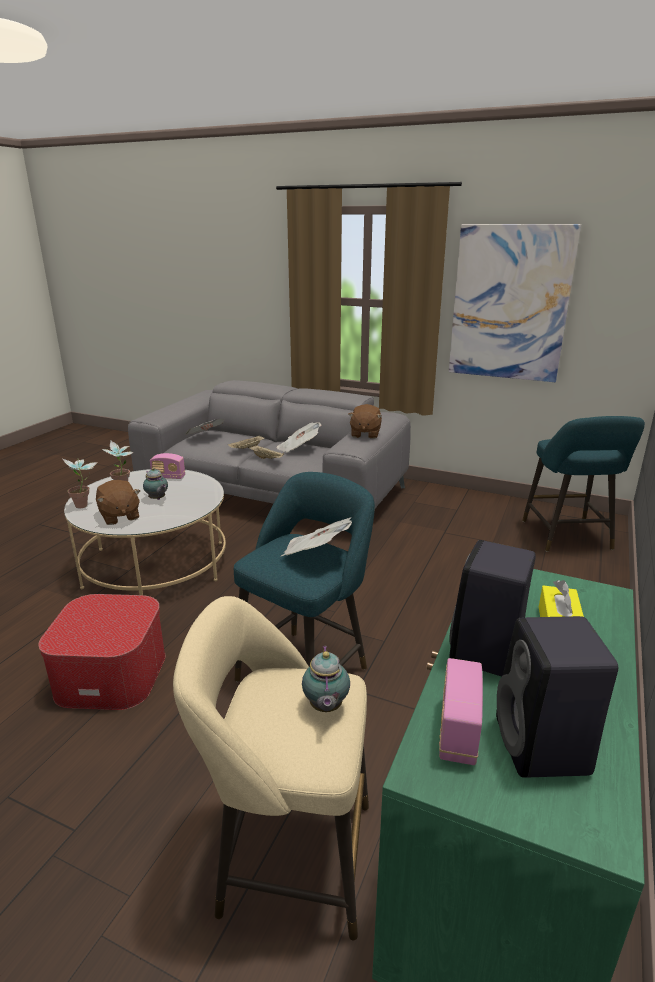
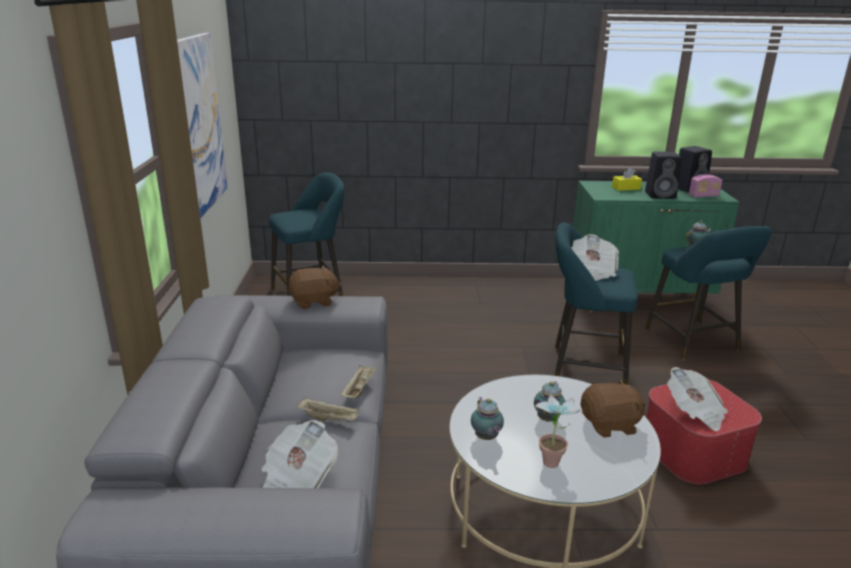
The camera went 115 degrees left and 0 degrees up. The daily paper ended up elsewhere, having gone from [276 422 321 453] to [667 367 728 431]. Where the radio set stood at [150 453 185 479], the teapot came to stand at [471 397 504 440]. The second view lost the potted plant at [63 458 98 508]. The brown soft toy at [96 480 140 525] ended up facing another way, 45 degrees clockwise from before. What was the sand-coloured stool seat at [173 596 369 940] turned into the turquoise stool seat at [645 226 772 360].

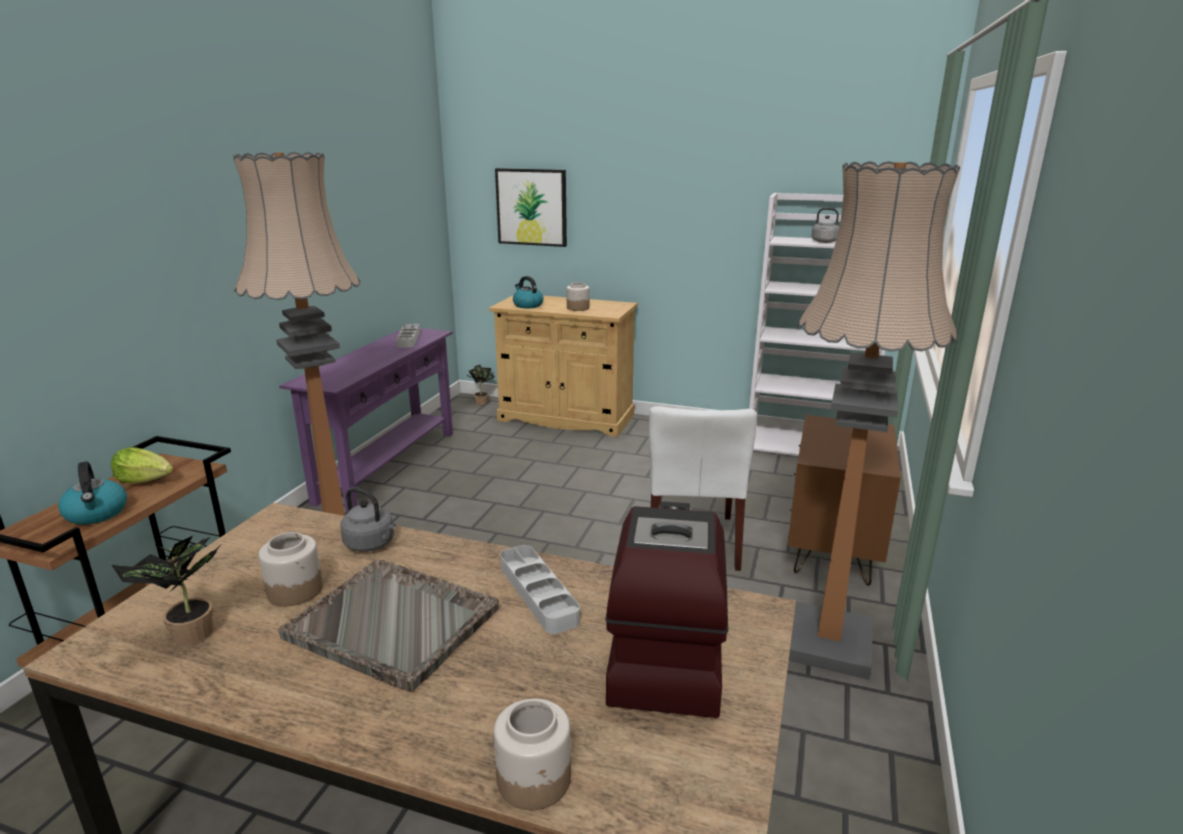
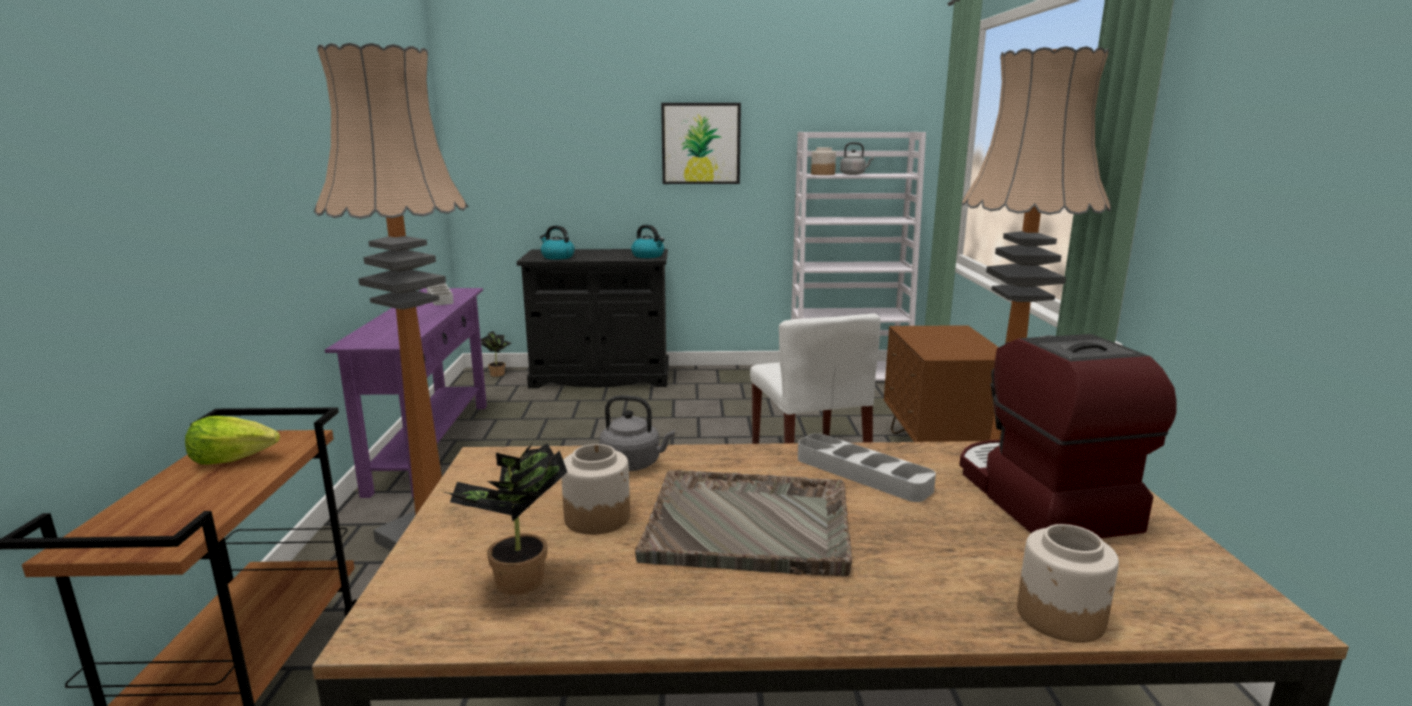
The camera went 20 degrees left and 5 degrees down. The picture ended up elsewhere, having gone from [495 168 567 247] to [661 103 741 184]. The jar ended up elsewhere, having gone from [566 282 589 311] to [811 147 836 175]. What was the sand-coloured cabinet at [489 295 638 437] turned into the black-coloured cabinet at [517 249 669 388]. The kettle ended up elsewhere, having gone from [58 461 127 525] to [631 224 664 258].

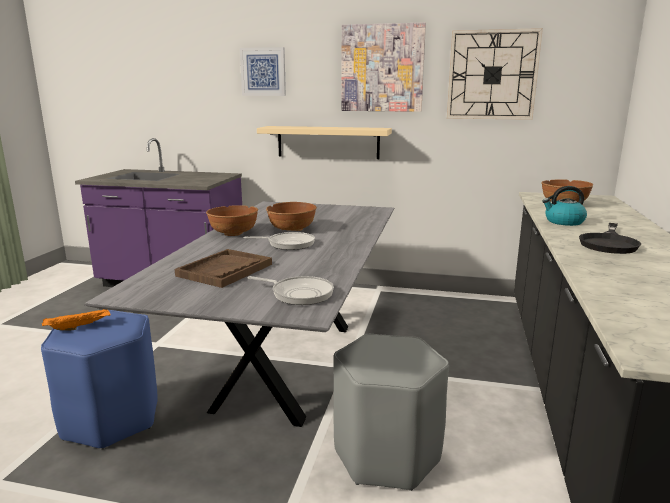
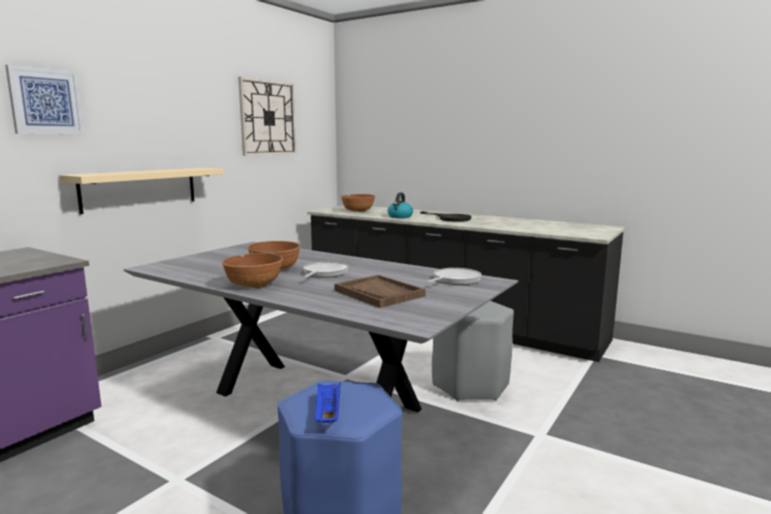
The camera went 70 degrees left and 5 degrees down. The second view lost the picture at [341 22 426 112]. What was the orange tray at [42 309 110 331] turned into the blue-coloured tray at [315 382 341 423].

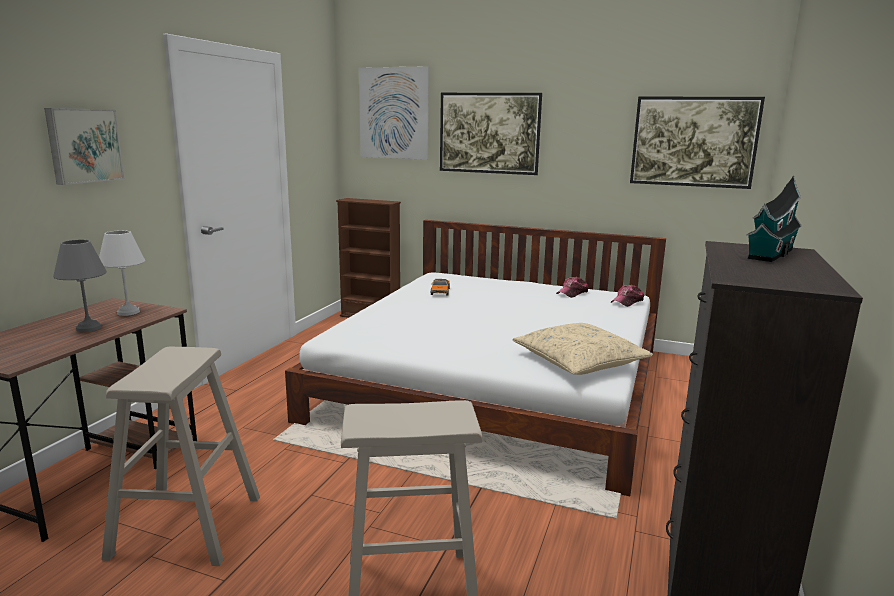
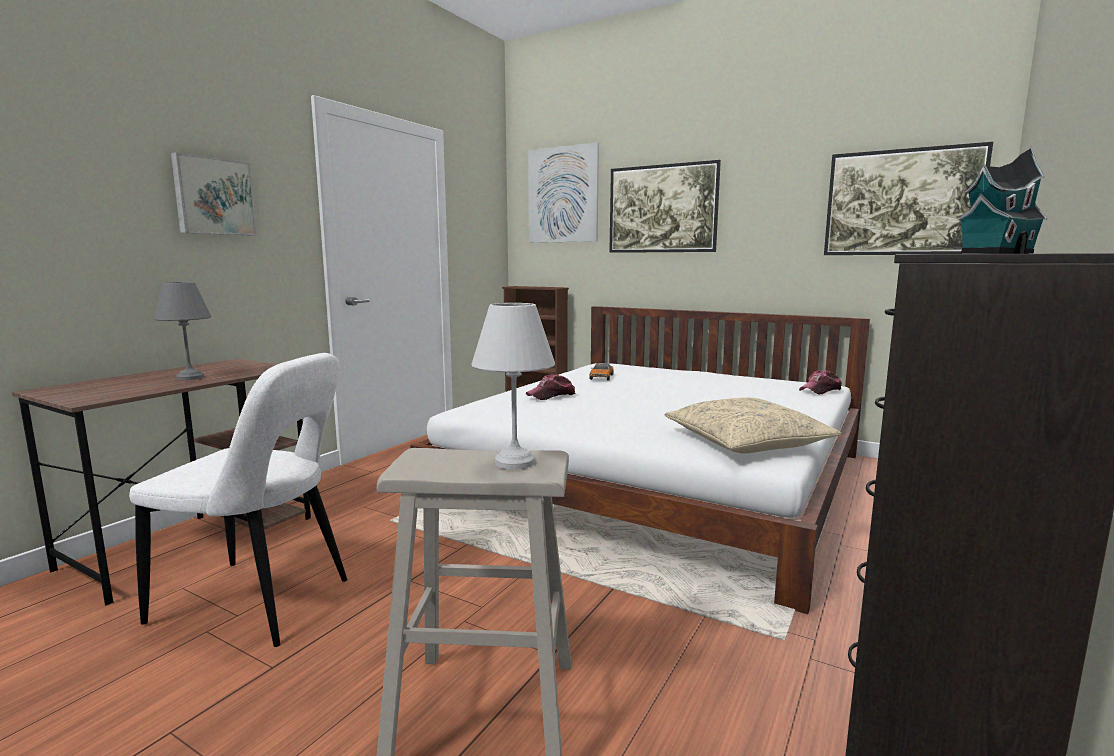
The camera went 10 degrees right and 5 degrees down. The white-coloured table lamp ended up elsewhere, having gone from [99 230 145 316] to [471 303 555 469]. The cap ended up elsewhere, having gone from [556 277 588 298] to [526 374 576 400]. Where the sand-coloured stool seat stood at [101 347 260 566], the white-coloured upright chair came to stand at [129 353 347 647].

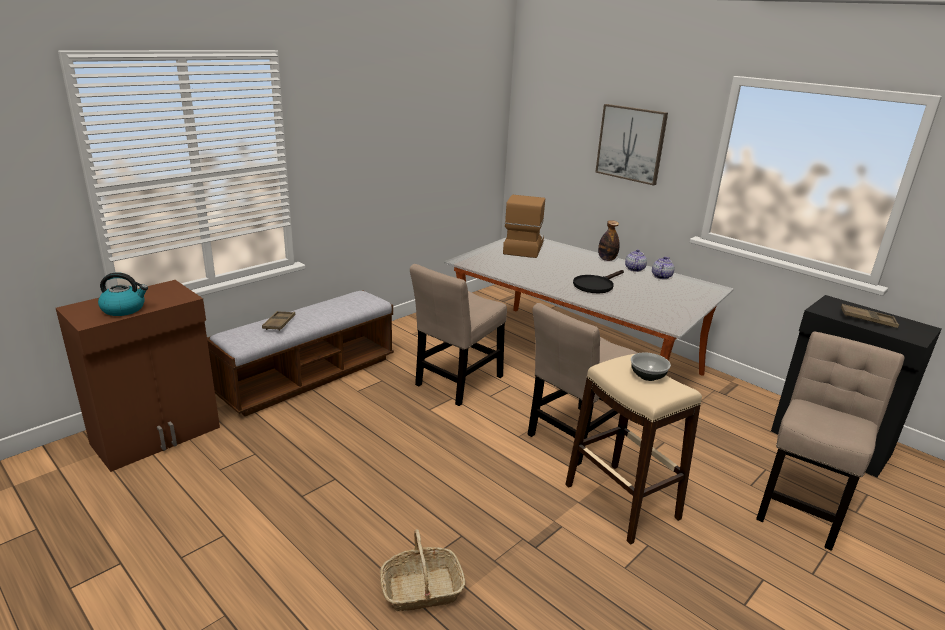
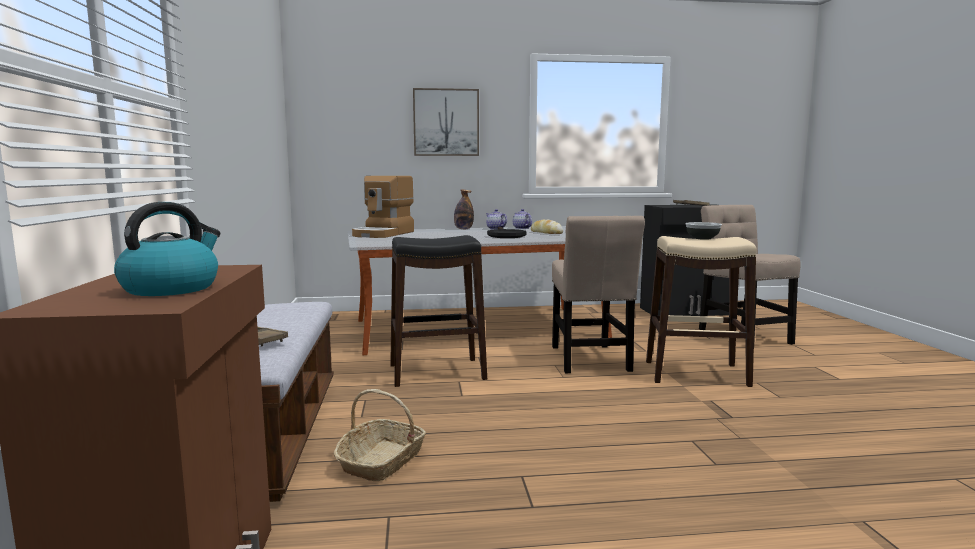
The camera went 50 degrees left and 15 degrees down. The coffee maker at [503 195 545 258] ended up facing another way, 120 degrees counterclockwise from before. Where the sand-coloured upright chair stood at [410 264 507 406], the black-coloured stool seat came to stand at [390 235 487 387]. The storage basket ended up elsewhere, having gone from [380 529 465 611] to [333 389 426 481]. The second view gained the bread at [531 220 563 234].

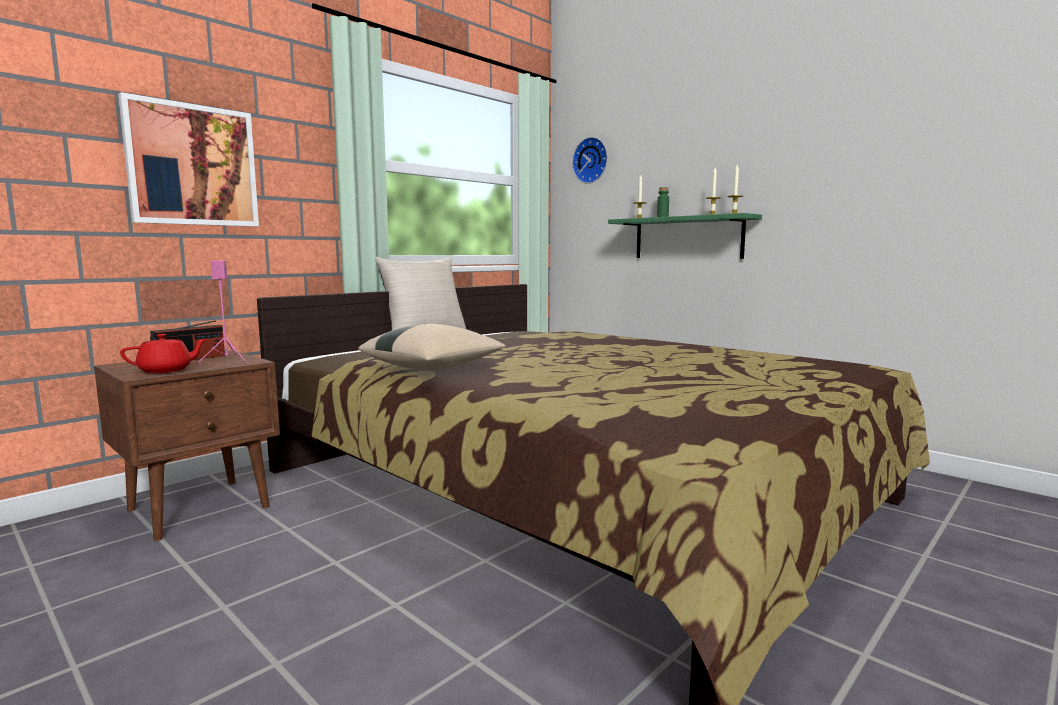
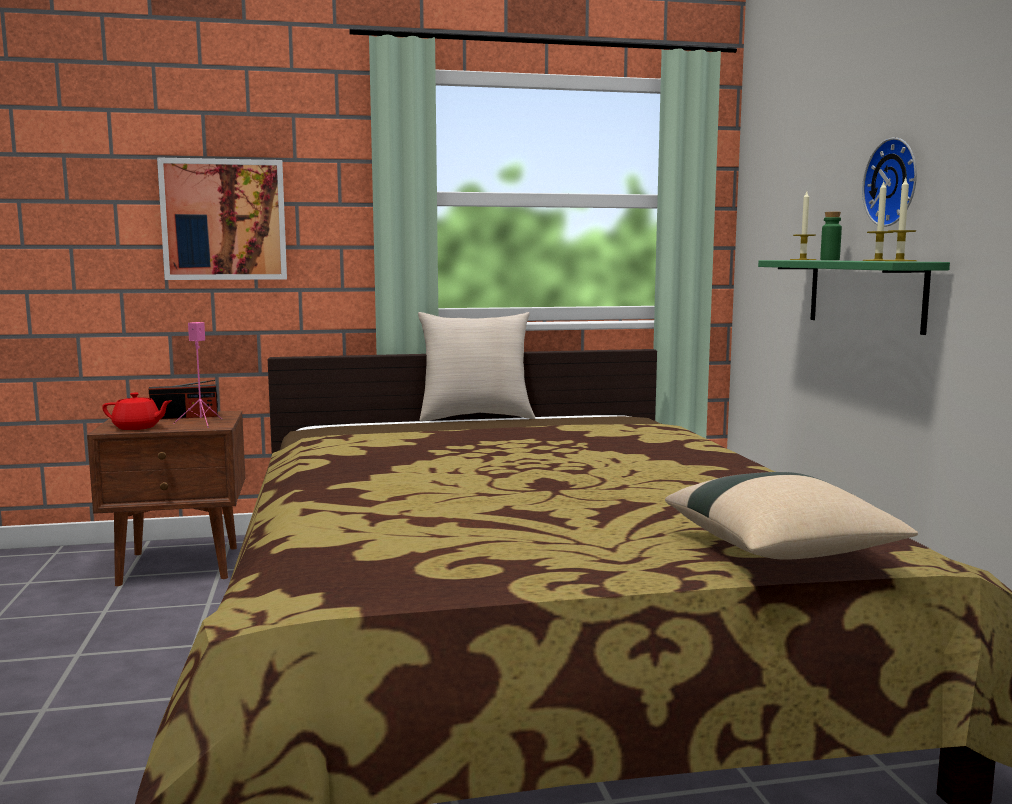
The camera went 35 degrees right and 0 degrees up. The wall clock ended up elsewhere, having gone from [572 137 608 184] to [862 137 917 227]. The sand-coloured throw pillow ended up elsewhere, having gone from [359 324 506 370] to [665 472 918 560].

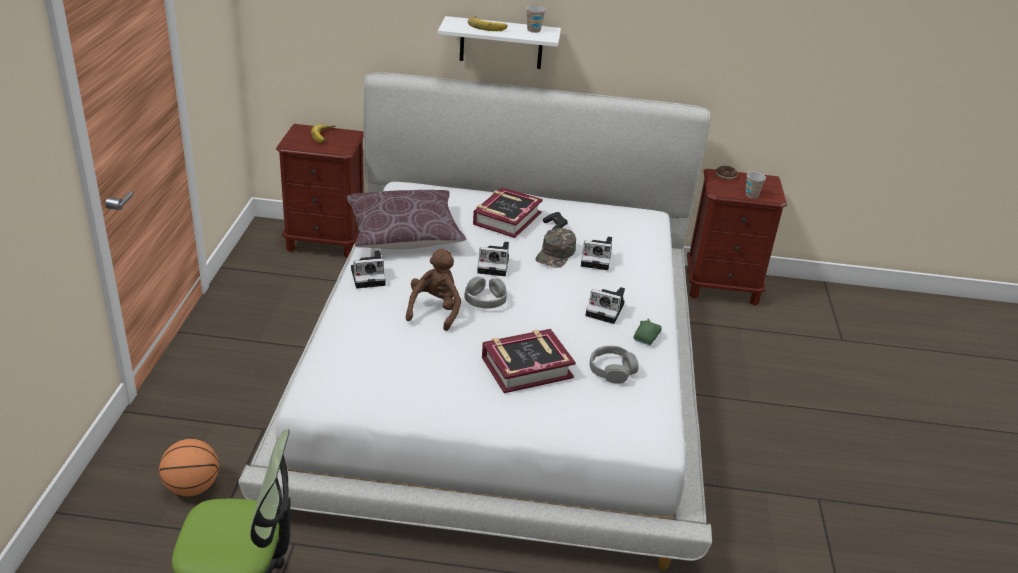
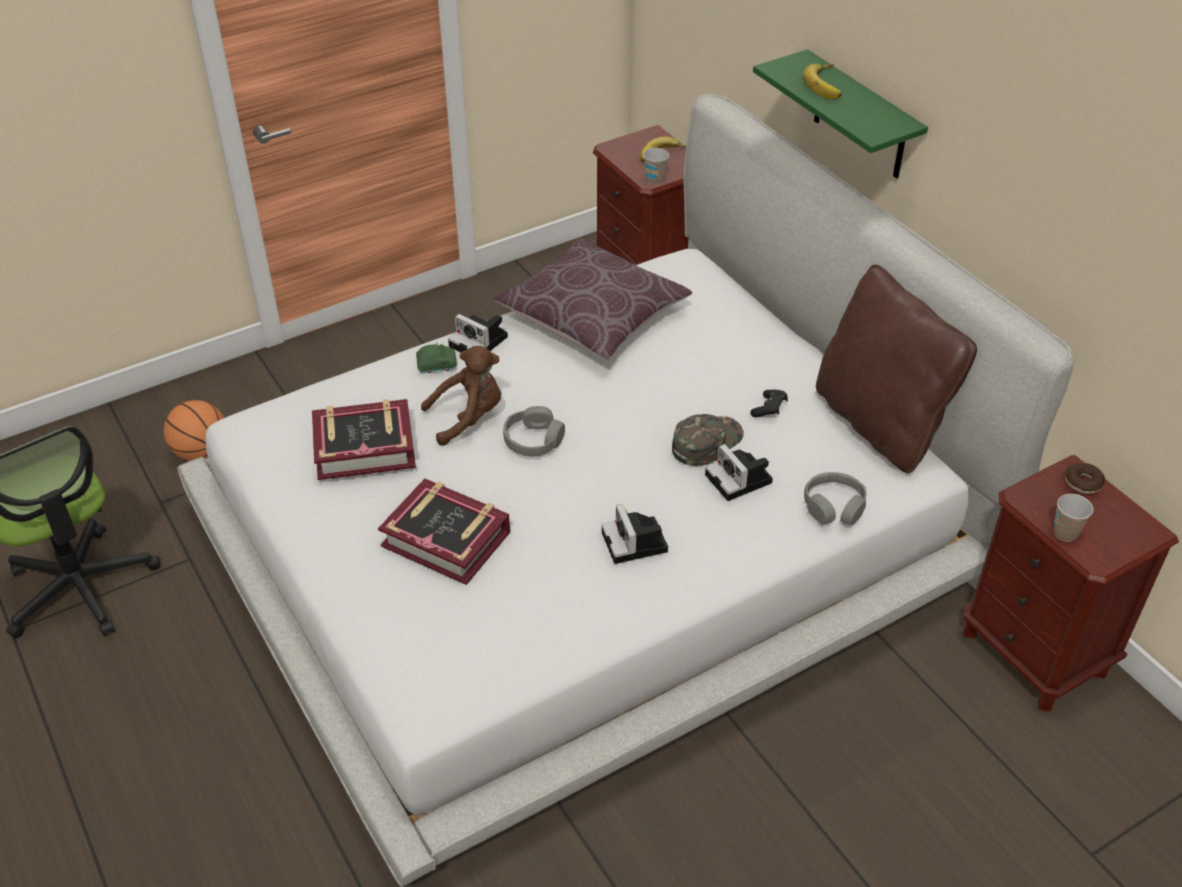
The camera went 55 degrees right and 10 degrees up. The small cup ended up elsewhere, having gone from [526 5 546 33] to [644 148 669 185]. What was the white-coloured wall shelf at [438 16 561 69] turned into the green-coloured wall shelf at [753 49 928 179]. The book ended up elsewhere, having gone from [473 187 543 238] to [312 399 416 480]. The green-coloured cap at [535 228 576 268] ended up facing another way, 150 degrees clockwise from before. The second view lost the photo camera at [477 242 509 276]. The green-coloured model car ended up elsewhere, having gone from [633 318 662 345] to [416 343 457 373]. The gray pair of headphones ended up elsewhere, having gone from [590 346 639 384] to [804 472 867 525]. The second view gained the brown throw pillow at [816 264 977 473].

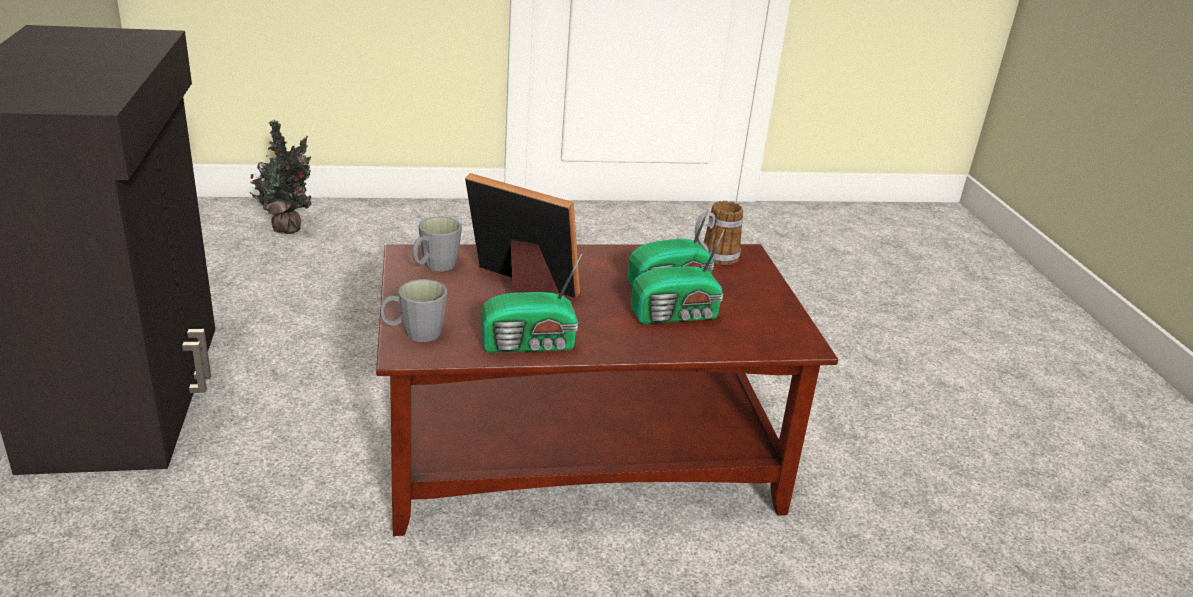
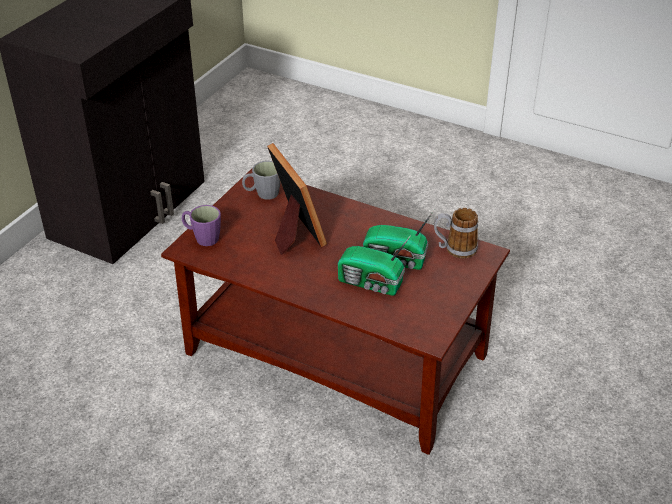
The camera went 40 degrees right and 10 degrees up. The second view lost the potted plant at [249 120 311 234]. The second view lost the radio set at [481 254 582 353]. What was the gray coffee mug at [380 279 447 342] turned into the purple coffee mug at [182 205 221 246].

